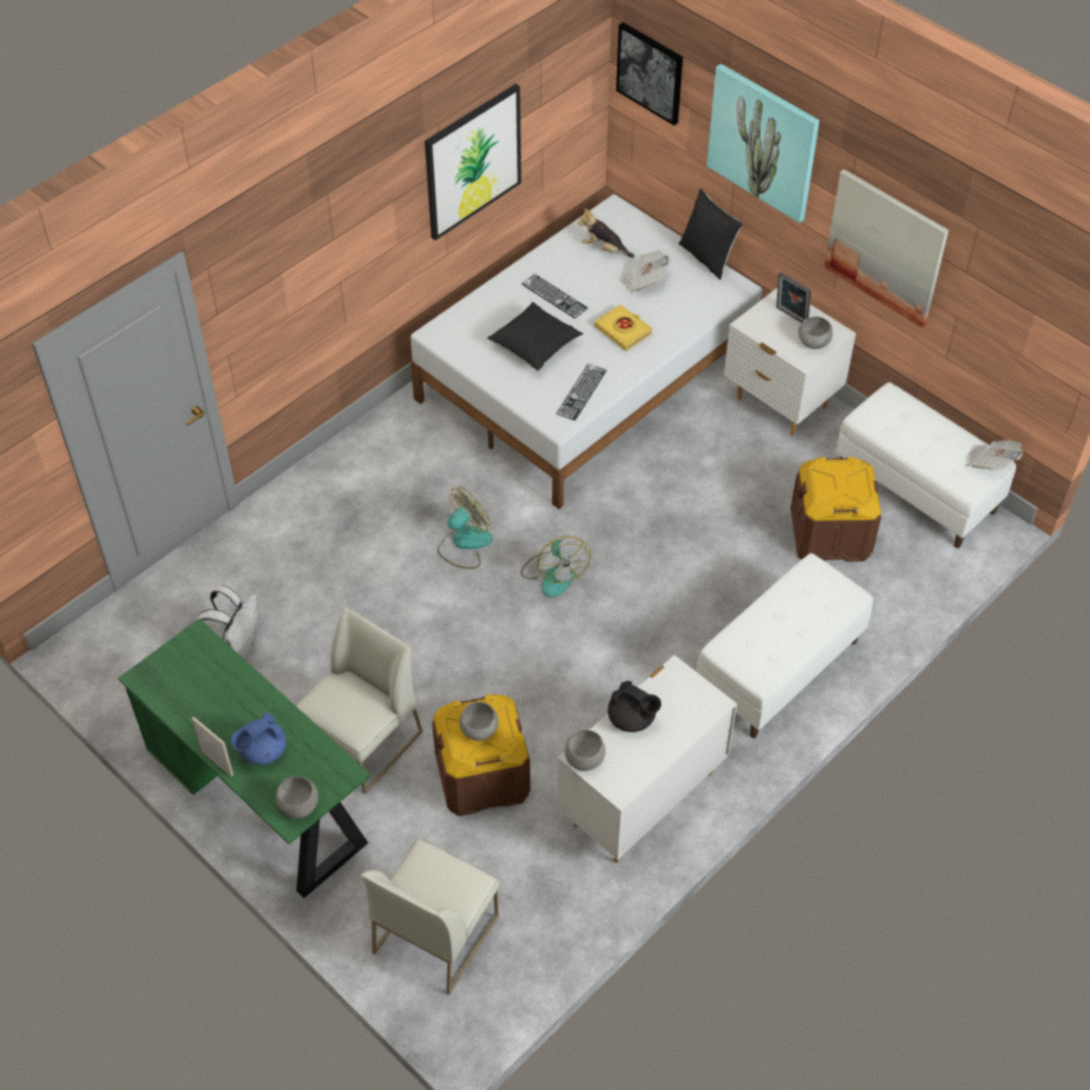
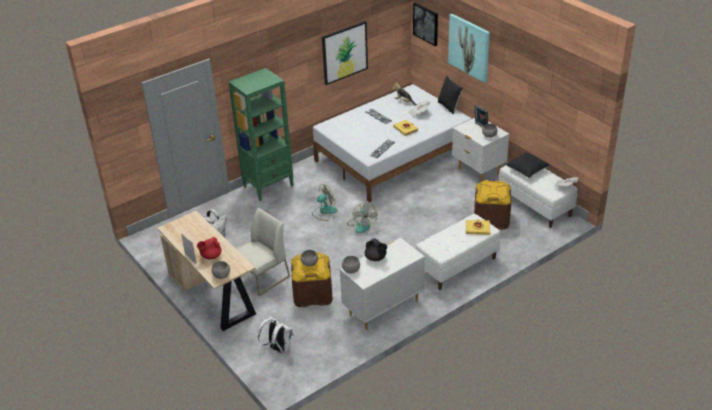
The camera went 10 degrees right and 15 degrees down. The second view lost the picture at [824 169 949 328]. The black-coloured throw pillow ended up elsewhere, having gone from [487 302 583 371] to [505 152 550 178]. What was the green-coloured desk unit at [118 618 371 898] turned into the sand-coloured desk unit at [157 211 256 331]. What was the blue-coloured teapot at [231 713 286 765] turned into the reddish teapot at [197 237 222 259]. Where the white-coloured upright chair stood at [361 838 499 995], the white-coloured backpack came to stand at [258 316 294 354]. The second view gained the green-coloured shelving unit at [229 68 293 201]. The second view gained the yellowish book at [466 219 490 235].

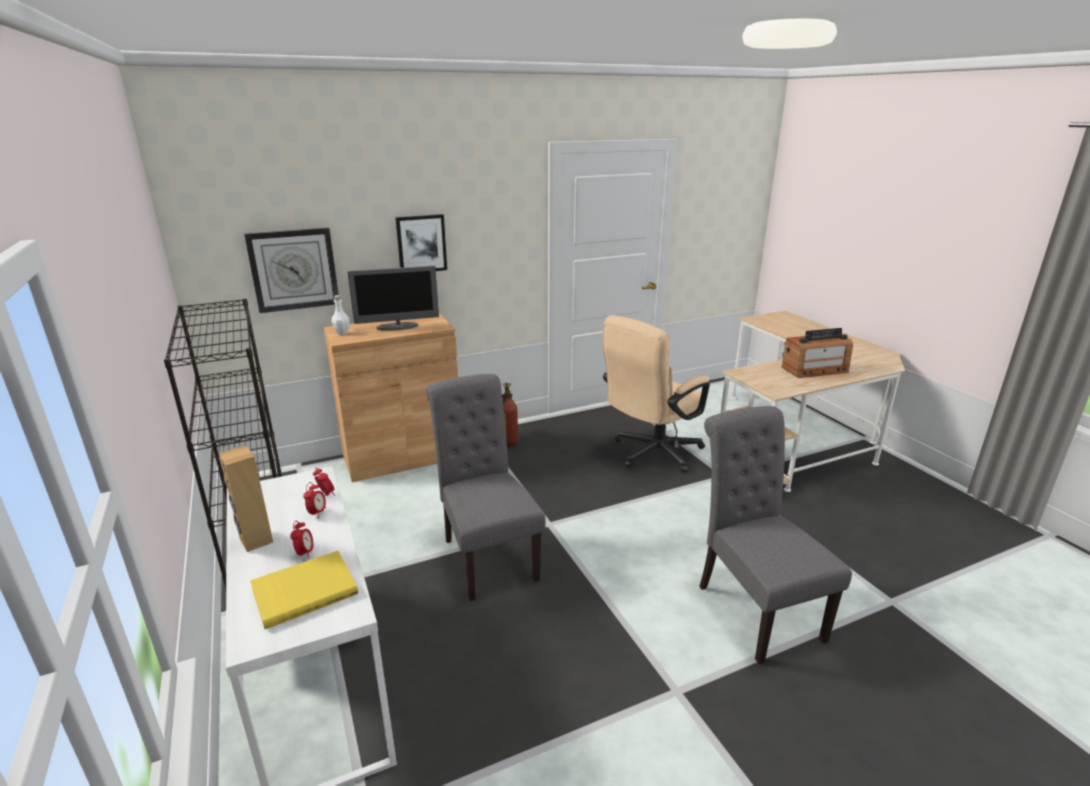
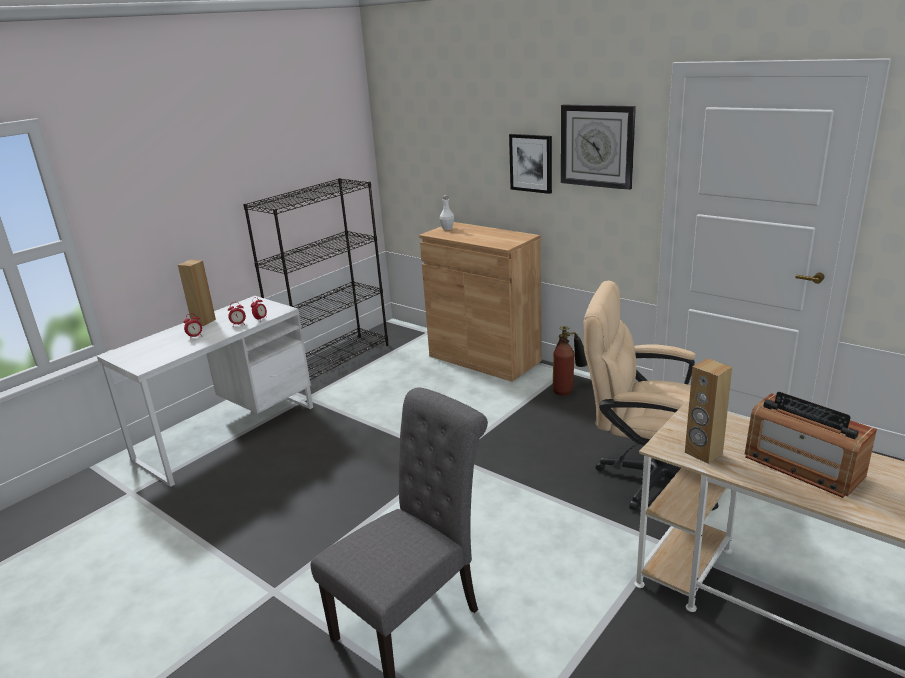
The camera went 65 degrees right and 0 degrees up. The wall clock ended up elsewhere, having gone from [244 228 339 313] to [561 104 636 190]. The second view lost the computer screen at [348 266 439 331]. The second view lost the gray upright chair at [426 374 546 601]. The second view lost the yellowish book at [250 551 358 629]. The second view gained the brown speaker at [685 358 732 464].

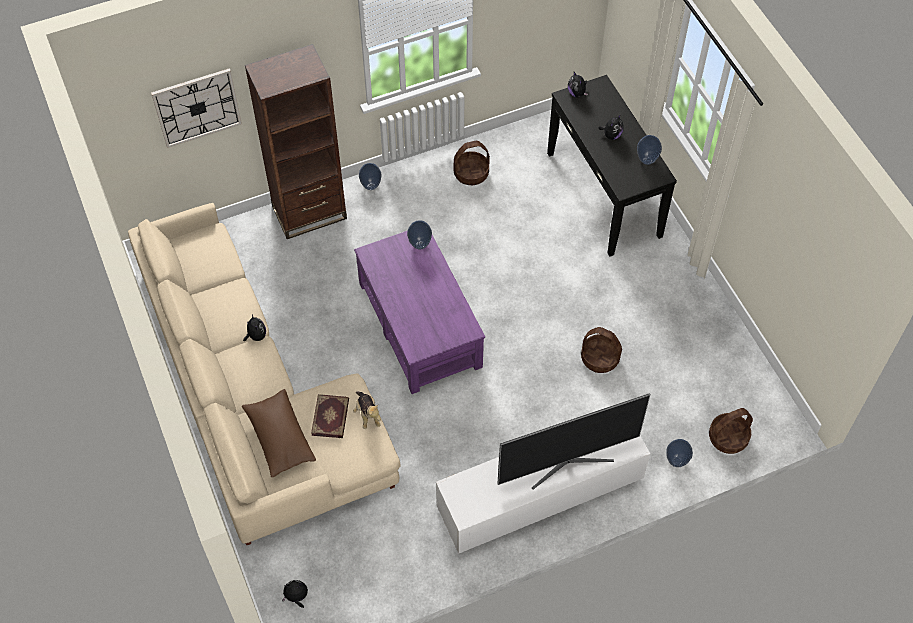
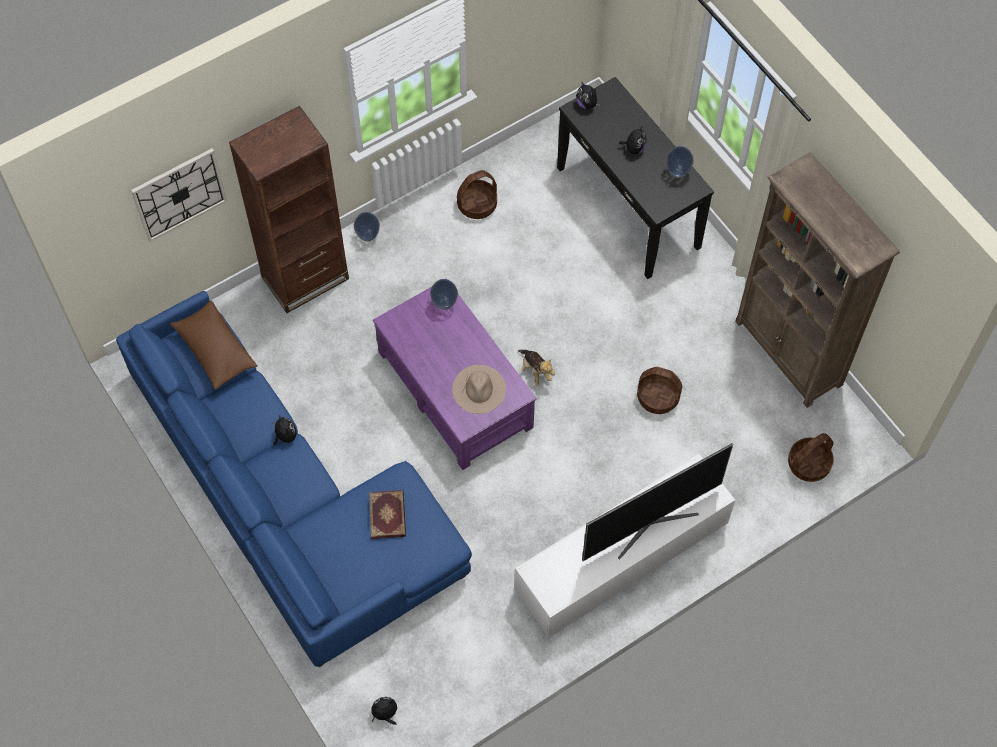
The camera went 10 degrees left and 5 degrees up. What was the sand-coloured settee at [128 203 401 545] turned into the blue-coloured settee at [116 291 472 667]. The brown throw pillow ended up elsewhere, having gone from [242 389 316 477] to [170 300 257 390]. The soft toy ended up elsewhere, having gone from [353 391 381 429] to [518 350 555 386]. The second view lost the decorative vase at [666 439 693 467]. The second view gained the brown shelving unit at [735 152 900 408]. The second view gained the sand-coloured hat at [452 365 506 414].

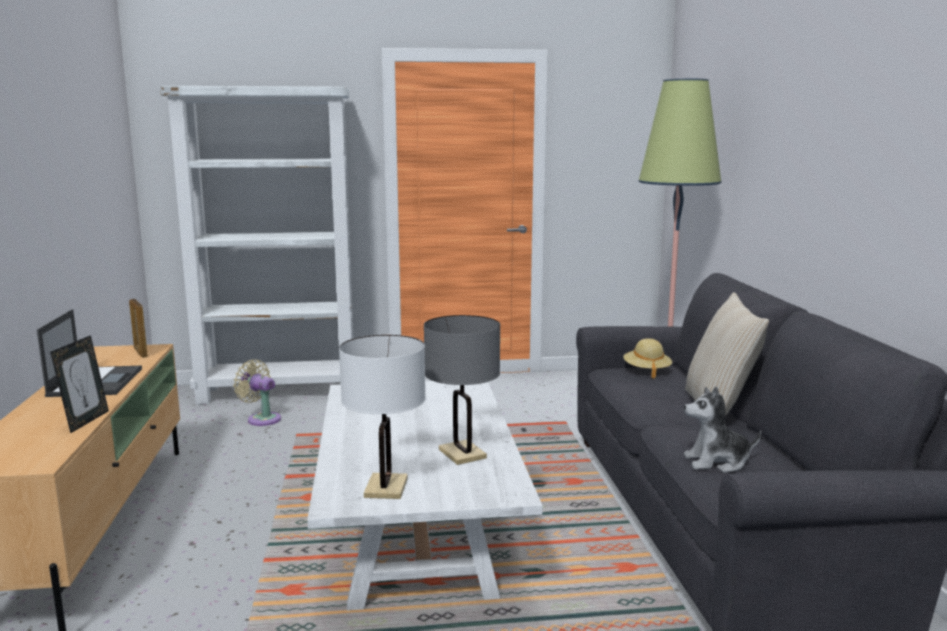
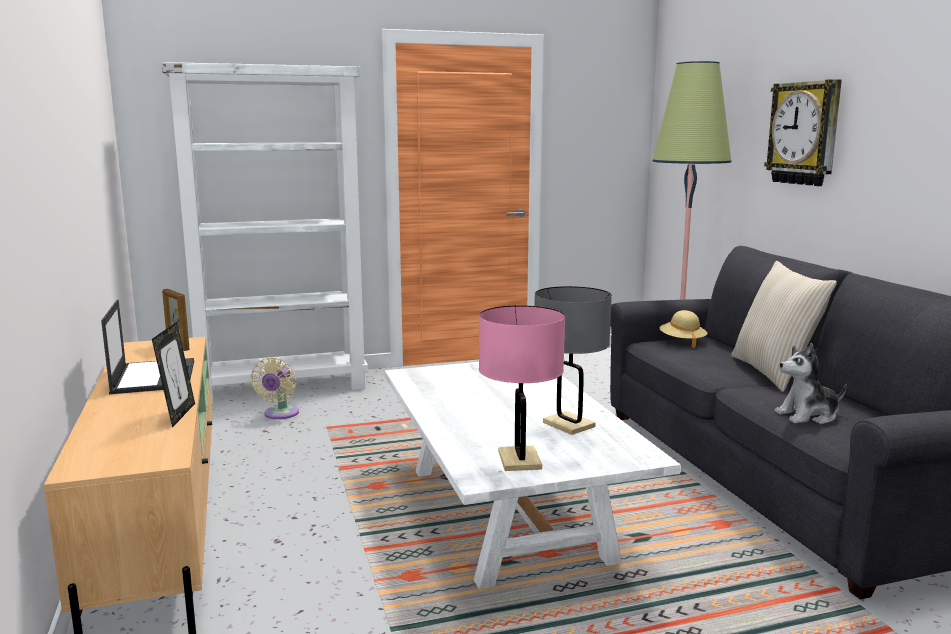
The camera went 10 degrees left and 0 degrees up. What was the white-coloured table lamp at [339 335 426 499] turned into the pink table lamp at [479 305 565 471]. The sand-coloured fan at [233 359 281 426] ended up facing another way, 105 degrees counterclockwise from before. The second view gained the wall clock at [764 79 842 186].

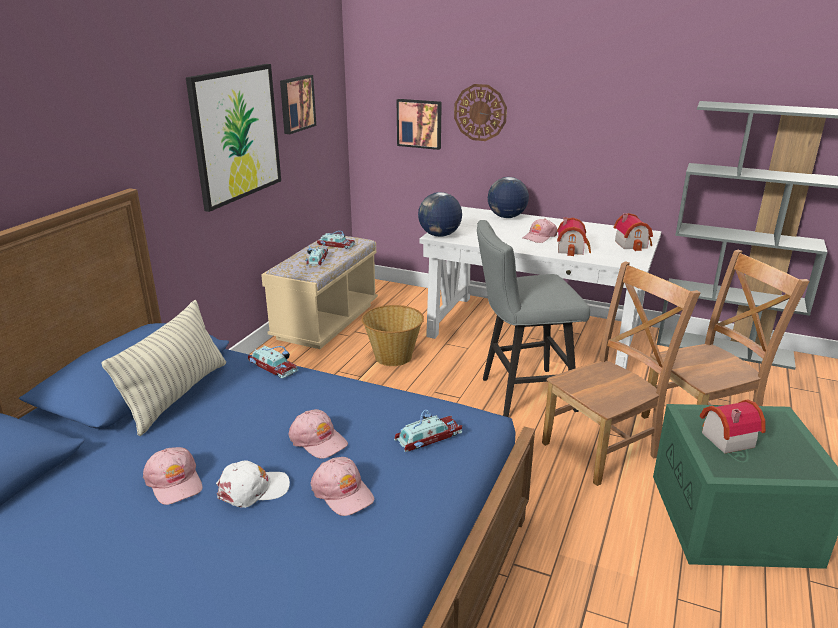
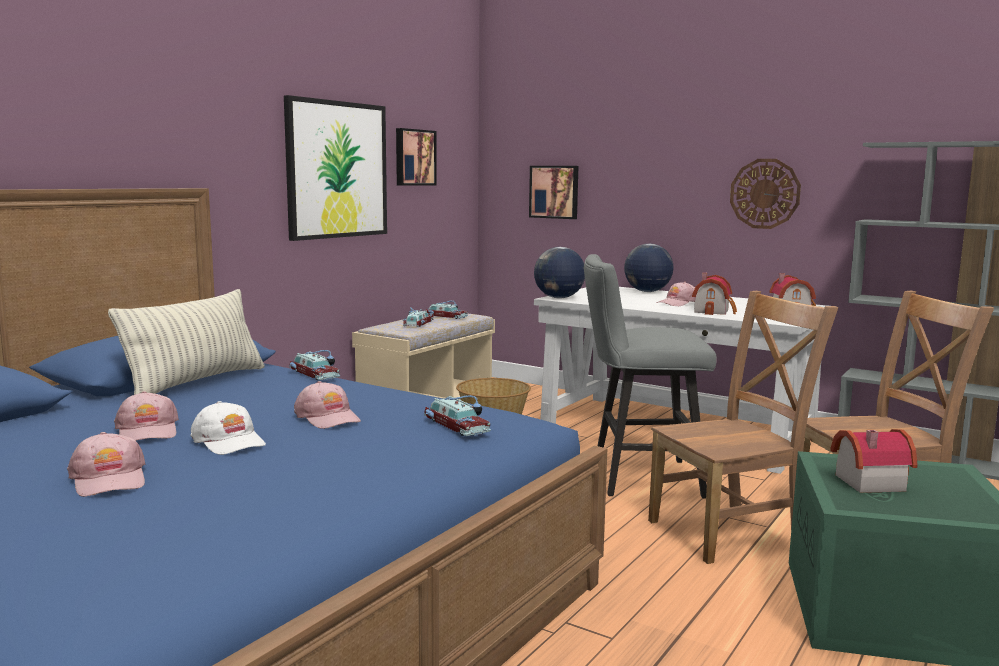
The camera went 10 degrees right and 15 degrees down. The wall clock ended up elsewhere, having gone from [454 84 507 141] to [730 159 801 229]. The model car at [394 410 462 452] ended up facing another way, 75 degrees clockwise from before. The pink cap ended up elsewhere, having gone from [311 457 374 516] to [67 432 145 497]. The white-coloured cap at [216 461 290 508] ended up facing another way, 60 degrees clockwise from before.

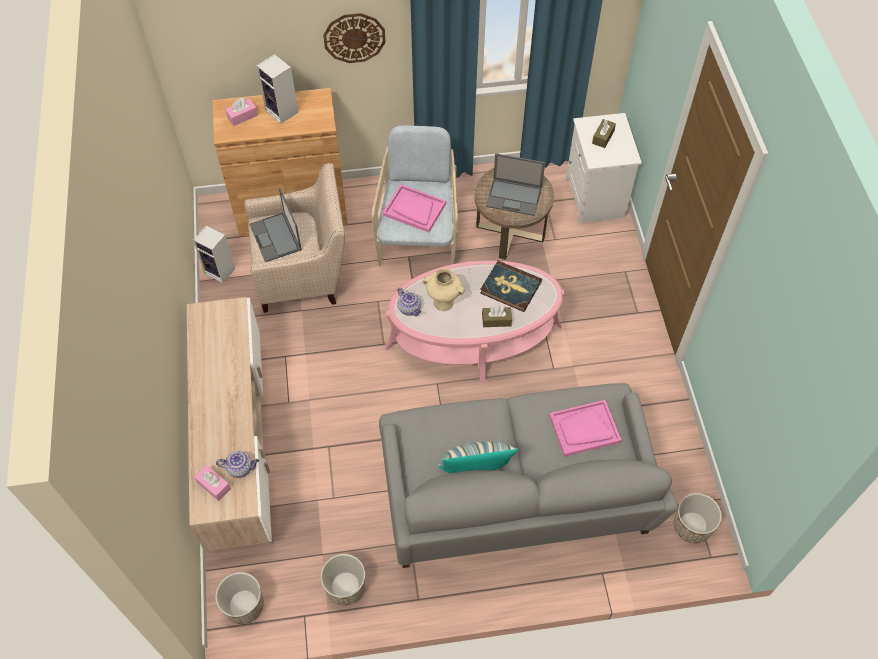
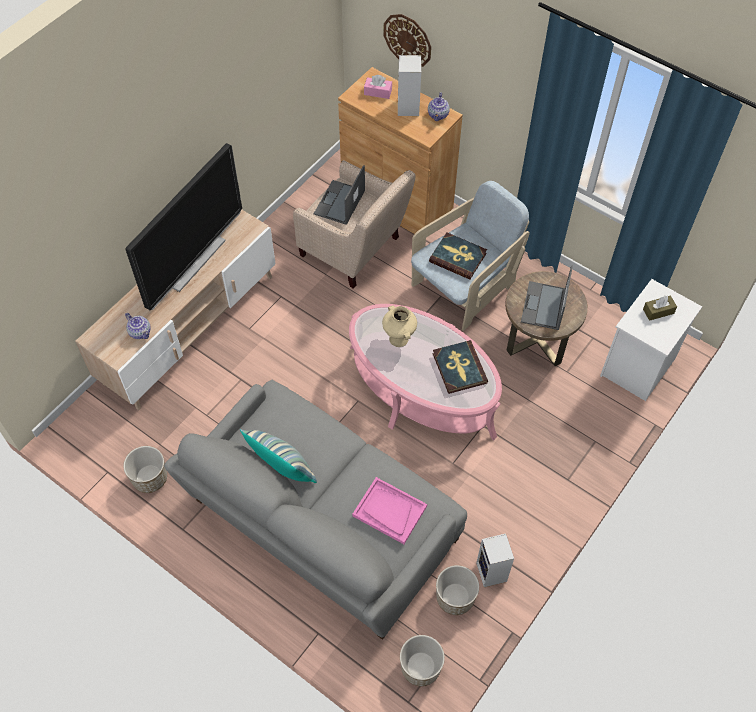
The camera went 45 degrees right and 0 degrees up. The wall clock ended up elsewhere, having gone from [323 13 386 63] to [384 14 431 67]. The laptop at [486 153 545 216] ended up facing another way, 45 degrees clockwise from before. Where the pink tray stood at [383 184 446 232], the book came to stand at [429 232 487 279]. The speaker ended up elsewhere, having gone from [193 225 235 283] to [476 533 514 587]. The teapot ended up elsewhere, having gone from [397 288 421 316] to [428 92 450 121]. The second view lost the brown tissue box at [482 306 512 327]. The second view lost the pink tissue box at [194 465 231 501]. The flower pot ended up elsewhere, having gone from [215 572 264 624] to [436 565 479 615]. The second view gained the TV set at [125 143 242 310].

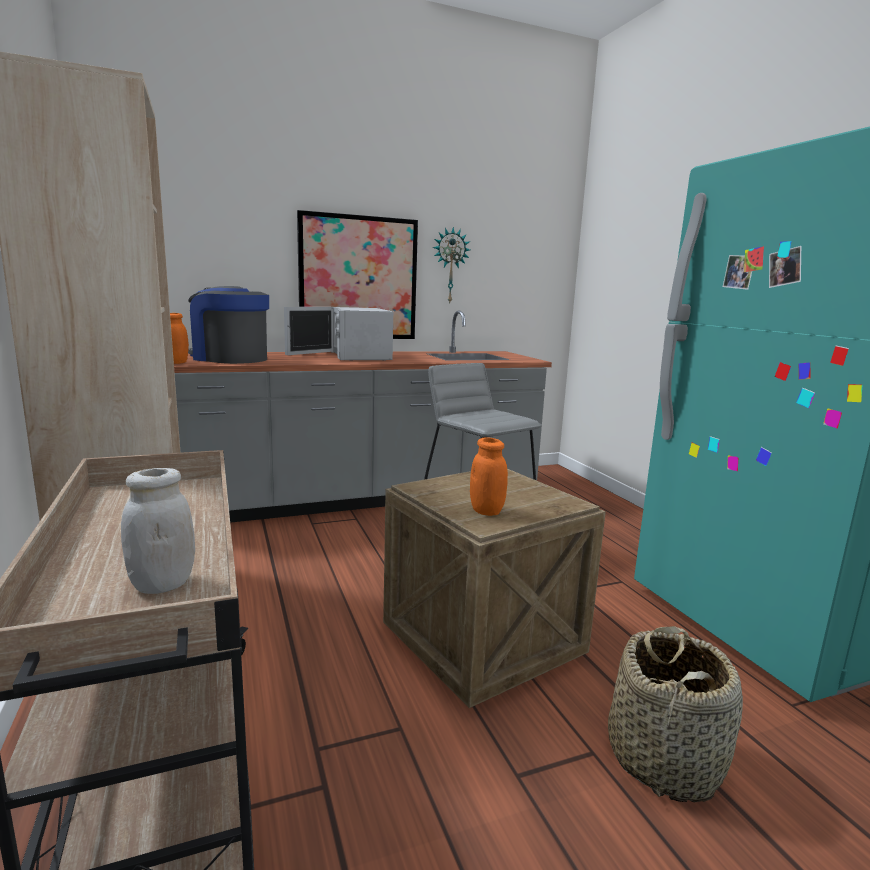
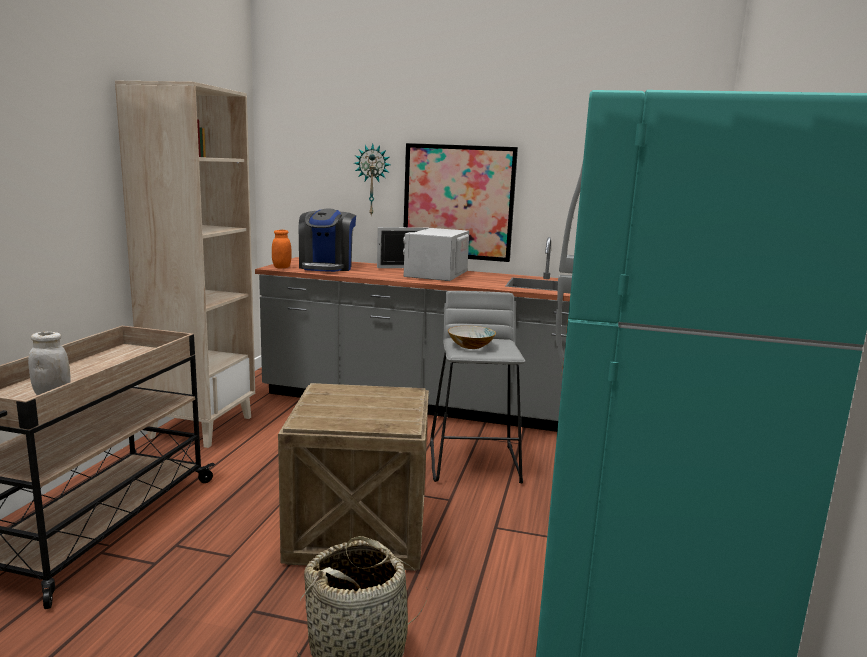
The camera went 35 degrees right and 0 degrees up. The wall clock ended up elsewhere, having gone from [433 227 470 303] to [354 144 391 216]. The coffee maker at [188 286 269 364] ended up facing another way, 150 degrees counterclockwise from before. The second view lost the orange jar at [470 437 508 516]. The second view gained the bowl at [448 326 496 349].

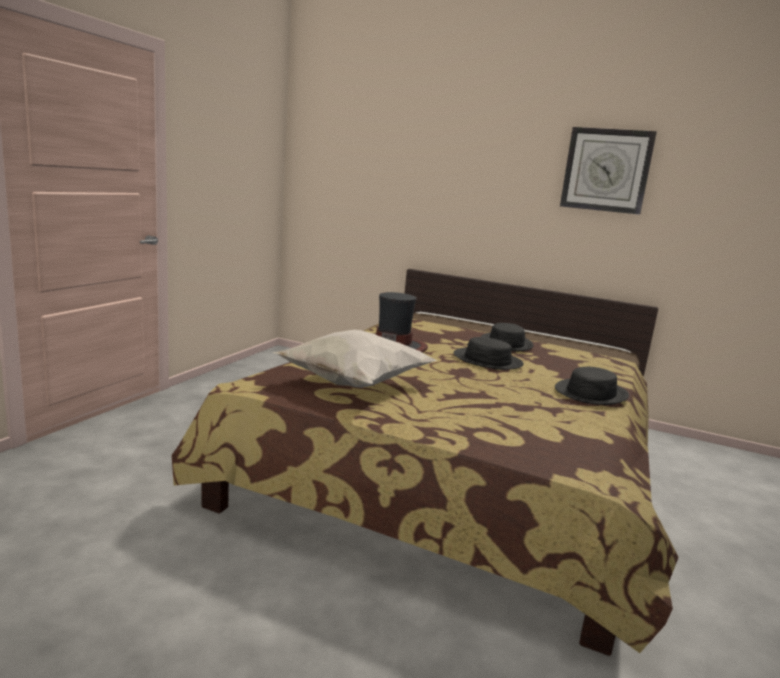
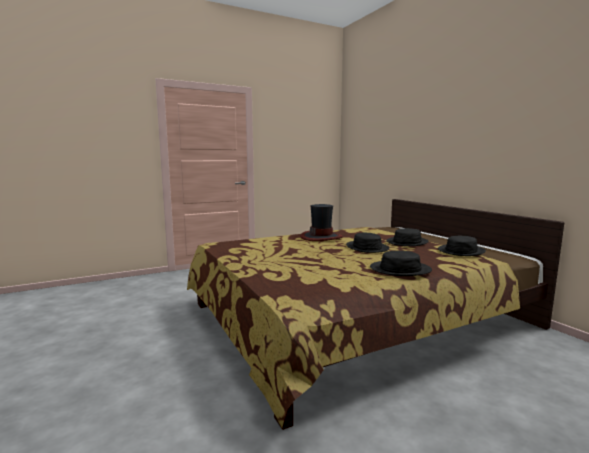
The camera went 40 degrees right and 5 degrees down. The second view lost the wall clock at [560 127 657 215]. The second view lost the white-coloured throw pillow at [272 330 438 388]. The second view gained the black-coloured hat at [438 235 486 256].

